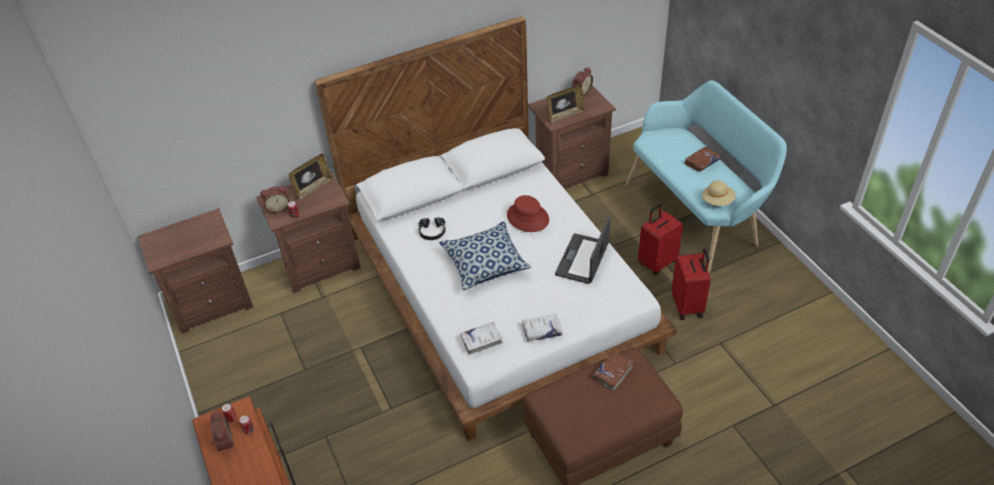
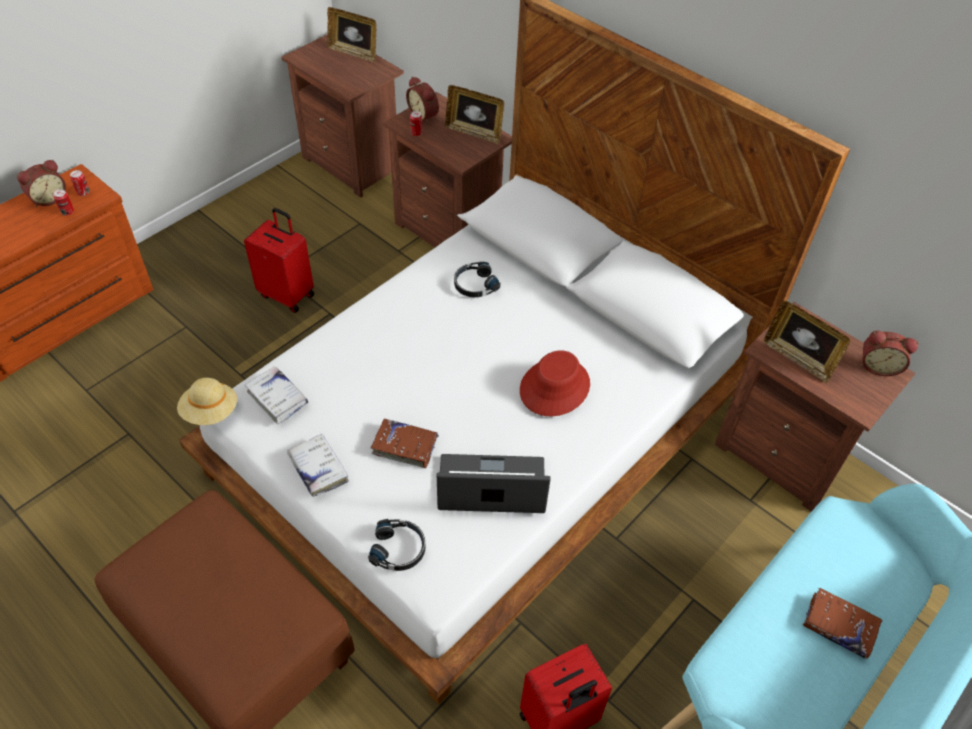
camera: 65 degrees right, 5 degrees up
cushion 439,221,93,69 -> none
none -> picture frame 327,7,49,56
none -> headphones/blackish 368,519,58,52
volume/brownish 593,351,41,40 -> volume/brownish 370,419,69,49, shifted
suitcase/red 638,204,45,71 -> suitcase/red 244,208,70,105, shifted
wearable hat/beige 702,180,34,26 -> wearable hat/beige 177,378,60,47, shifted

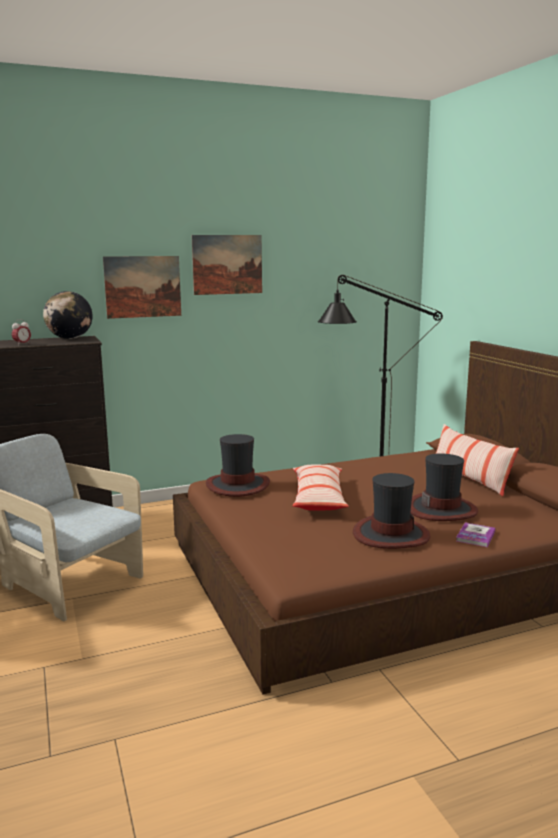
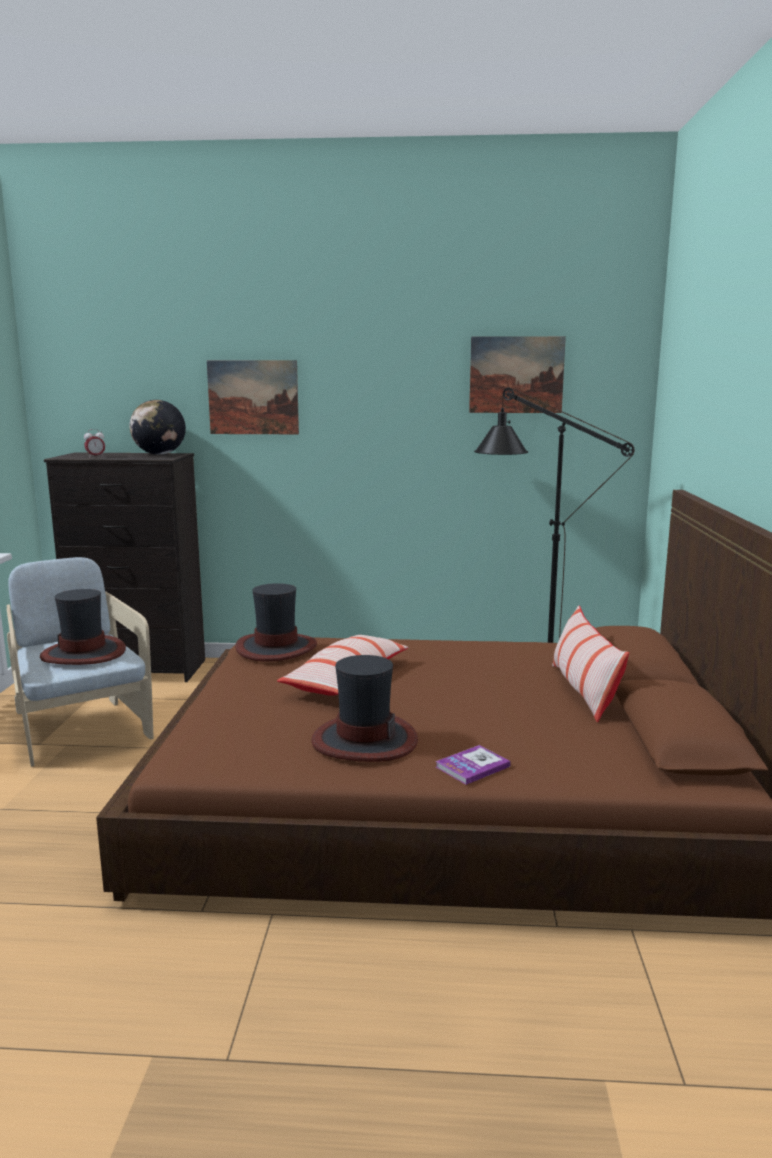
camera: 25 degrees right, 0 degrees up
wall art 192,235,70,60 -> wall art 469,336,97,77, shifted
wearable hat 411,453,67,68 -> wearable hat 40,589,86,76, shifted

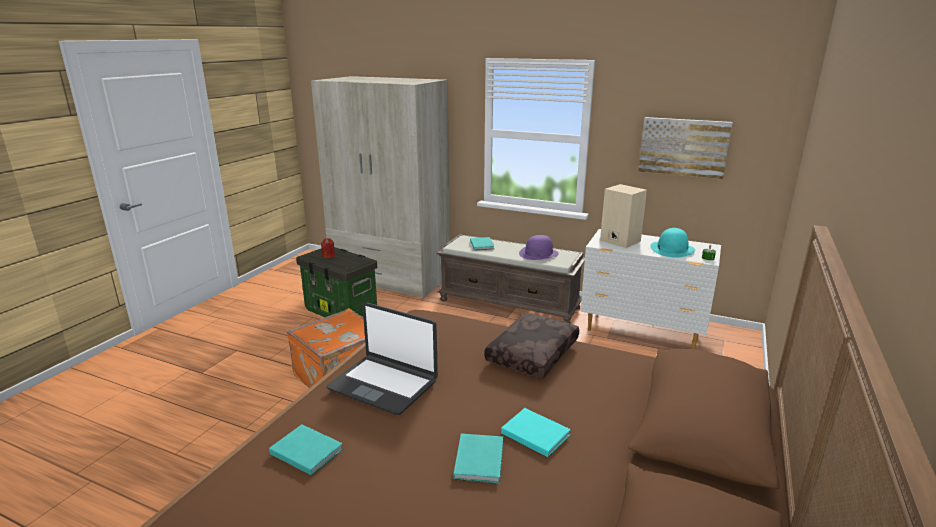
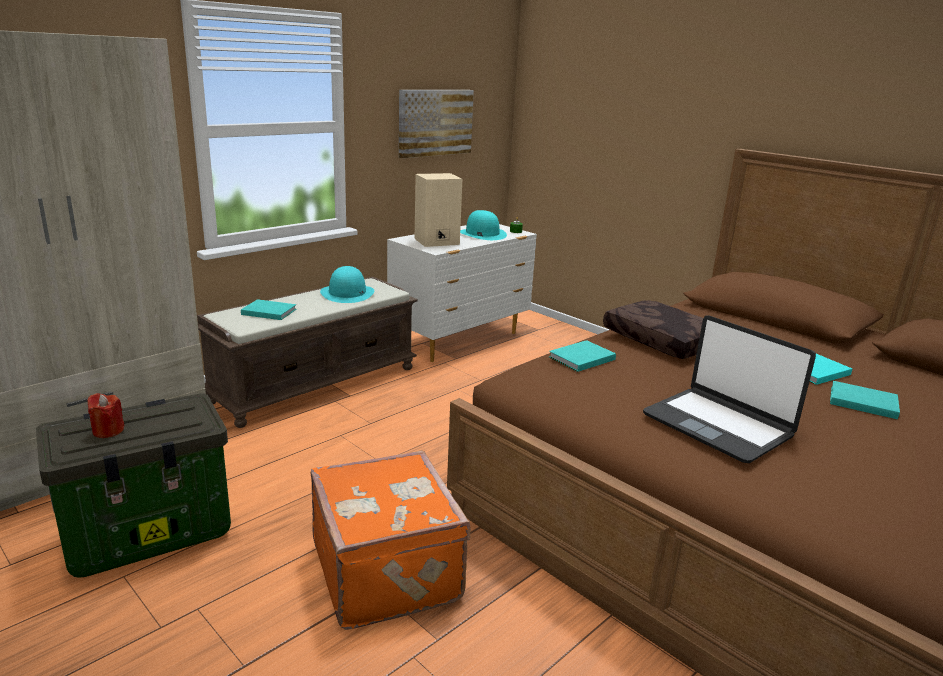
camera: 70 degrees left, 0 degrees up
volume/turquoise 269,424,74,52 -> volume/turquoise 549,340,67,32, shifted
wearable hat/purple-coloured 519,235,40,25 -> wearable hat/turquoise 320,266,54,37
notebook computer 326,303,112,112 -> notebook computer 643,315,173,148, 90 degrees clockwise

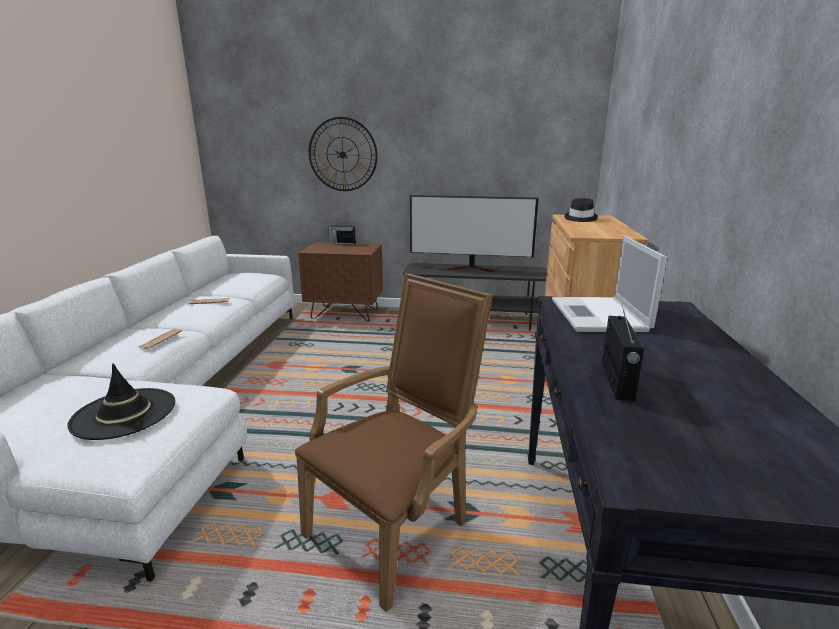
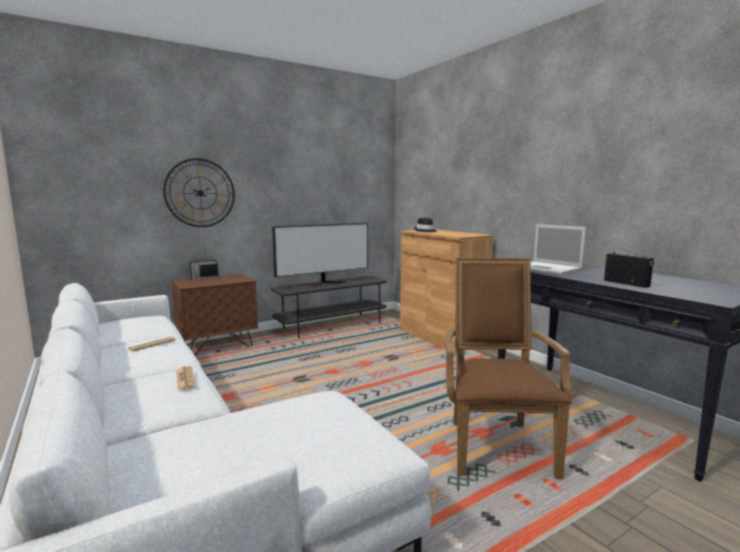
camera: 40 degrees left, 10 degrees down
wearable hat/blackish 67,363,108,77 -> none

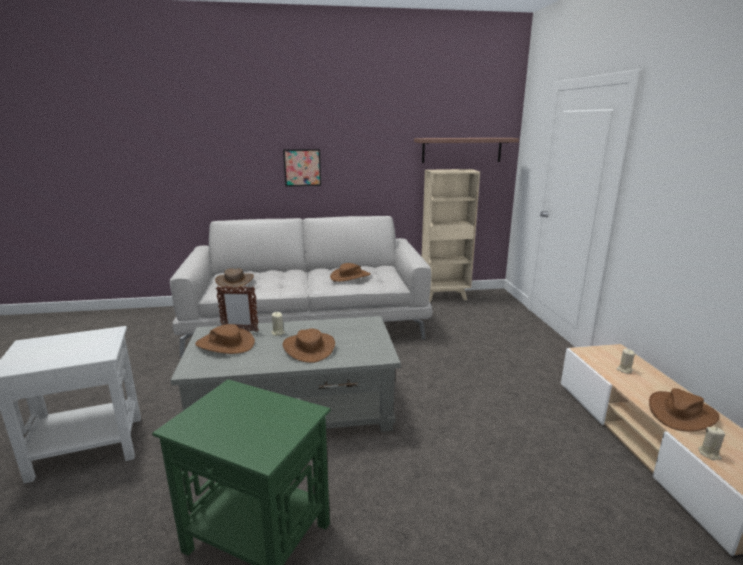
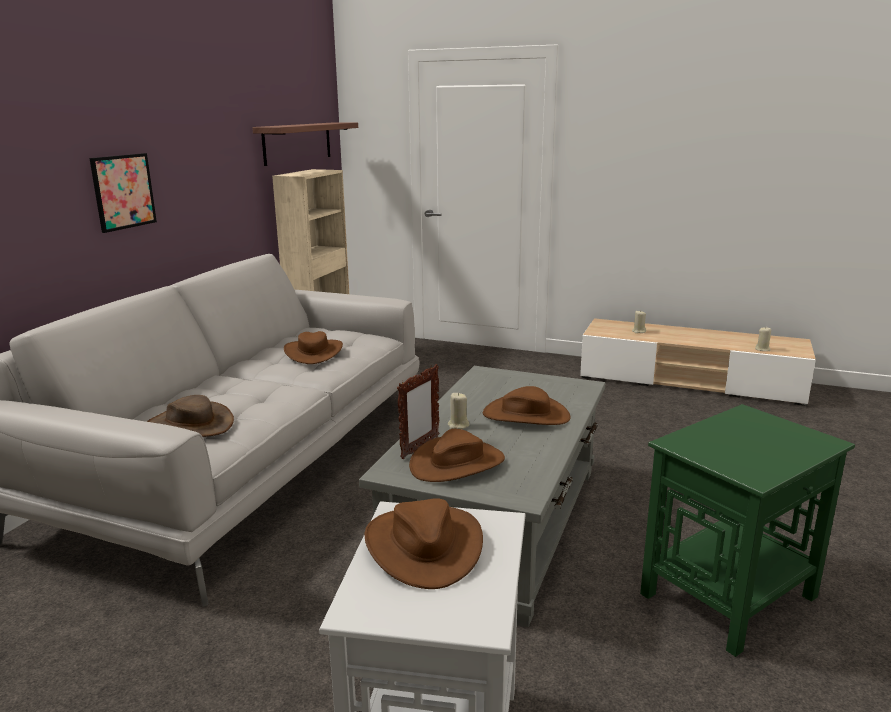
camera: 60 degrees left, 0 degrees up
wearable hat/brownish 649,388,71,44 -> wearable hat/brownish 365,498,118,91, shifted

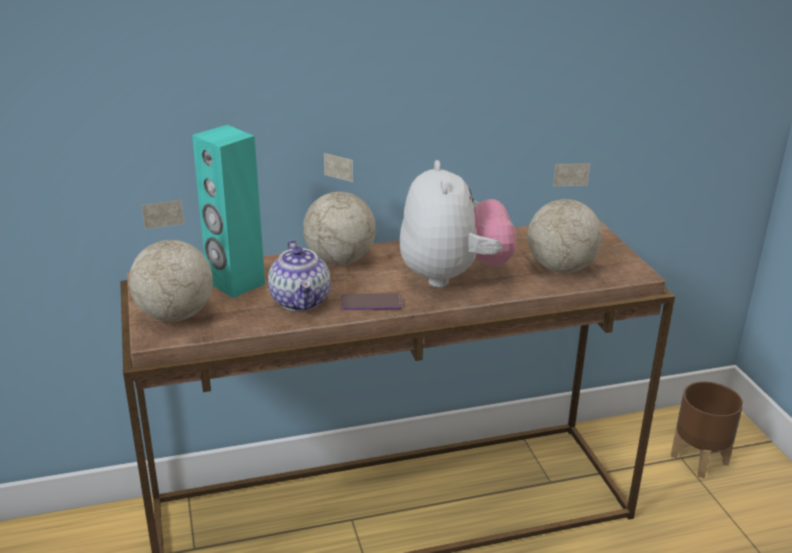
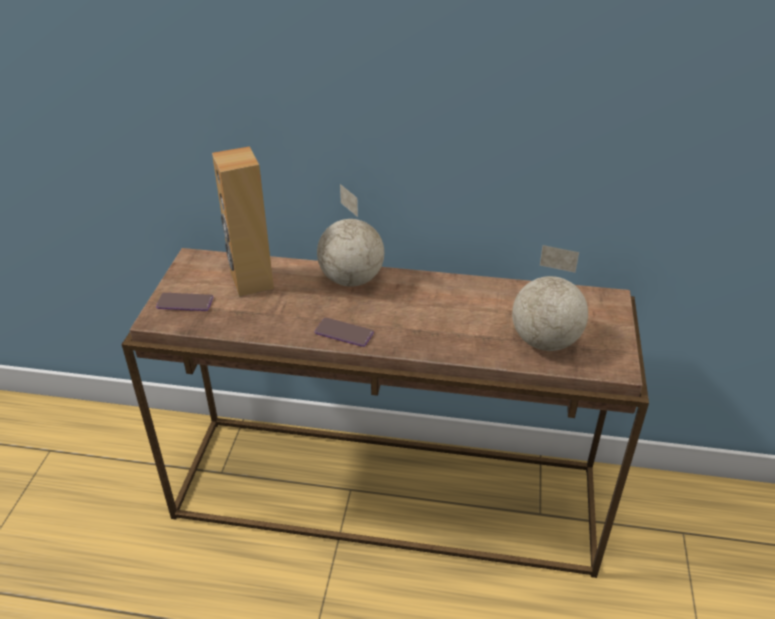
camera: 25 degrees right, 10 degrees up
tea pot 268,240,63,71 -> none
cuddly toy 399,160,117,128 -> none
planter/brownish 671,382,72,96 -> none
world globe 129,200,84,122 -> phone 156,293,57,18
speaker/turquoise 192,125,73,173 -> speaker/brownish 212,146,62,151

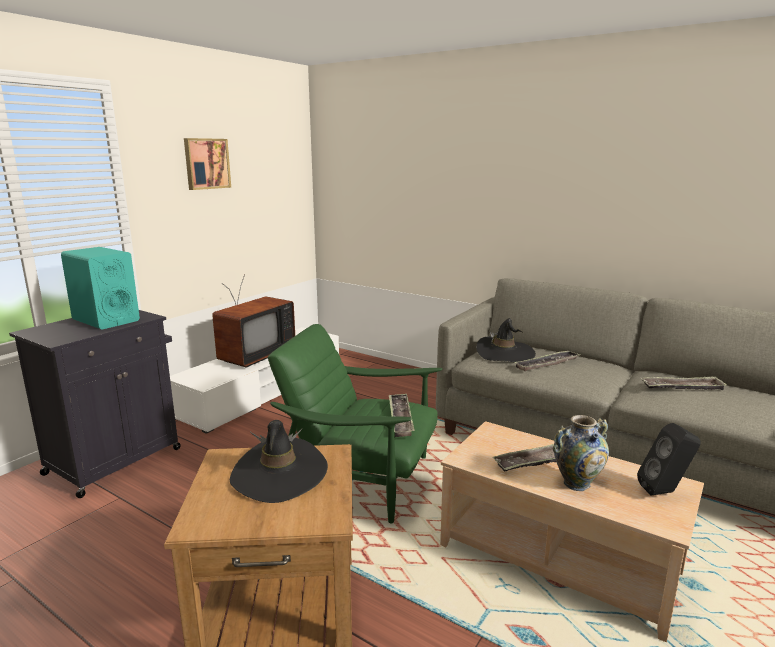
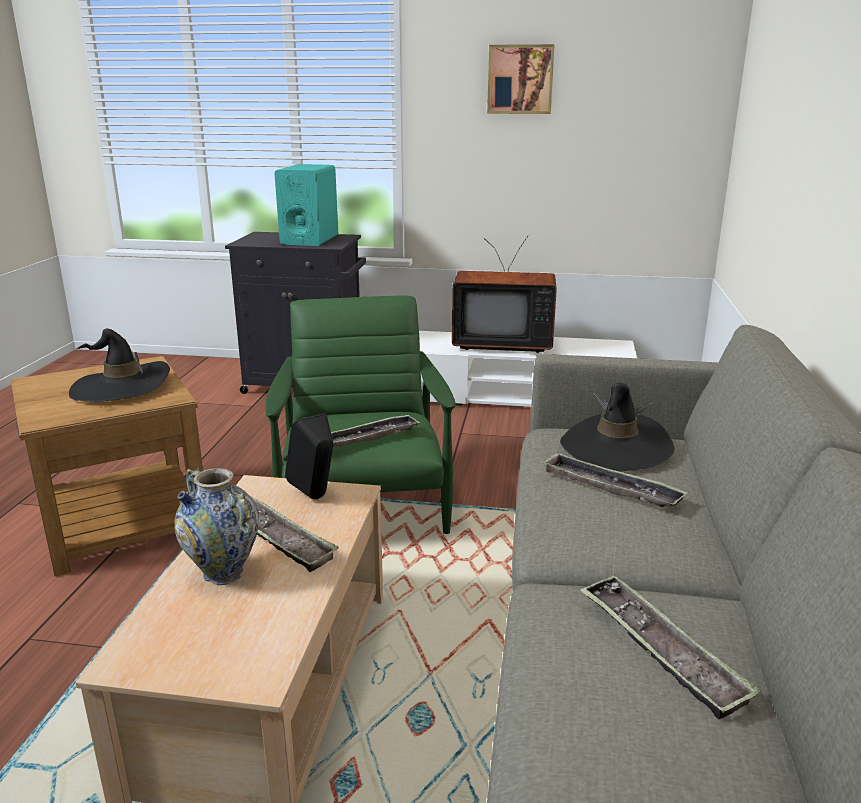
camera: 65 degrees right, 5 degrees up
speaker/blackish 637,423,64,73 -> speaker/blackish 285,413,48,87, shifted

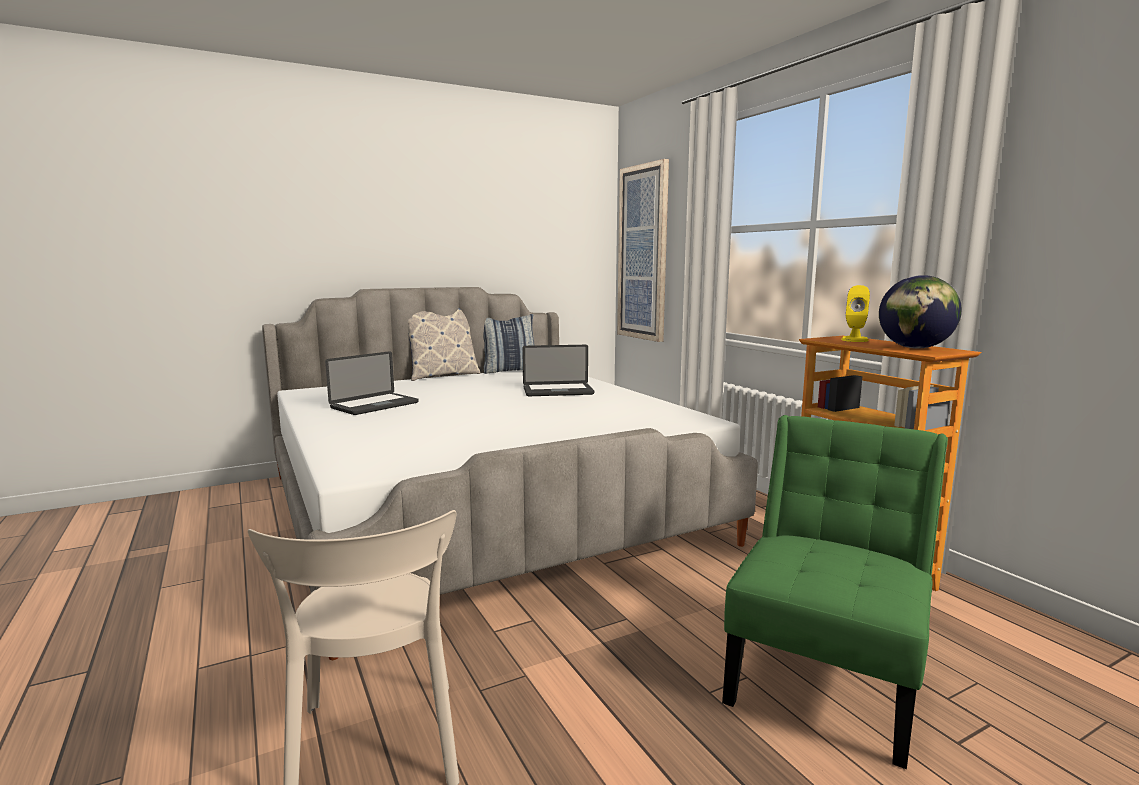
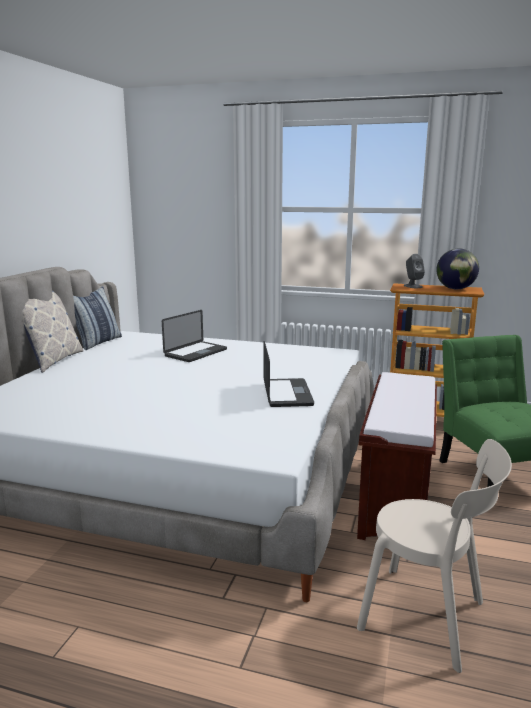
camera: 45 degrees left, 5 degrees up
wall art 617,159,52,183 -> none
none -> bench/brownish 357,372,80,168
notebook computer 325,351,94,64 -> notebook computer 263,341,51,66, shifted
speaker/yellow 841,285,29,57 -> speaker/greyish 404,254,21,34

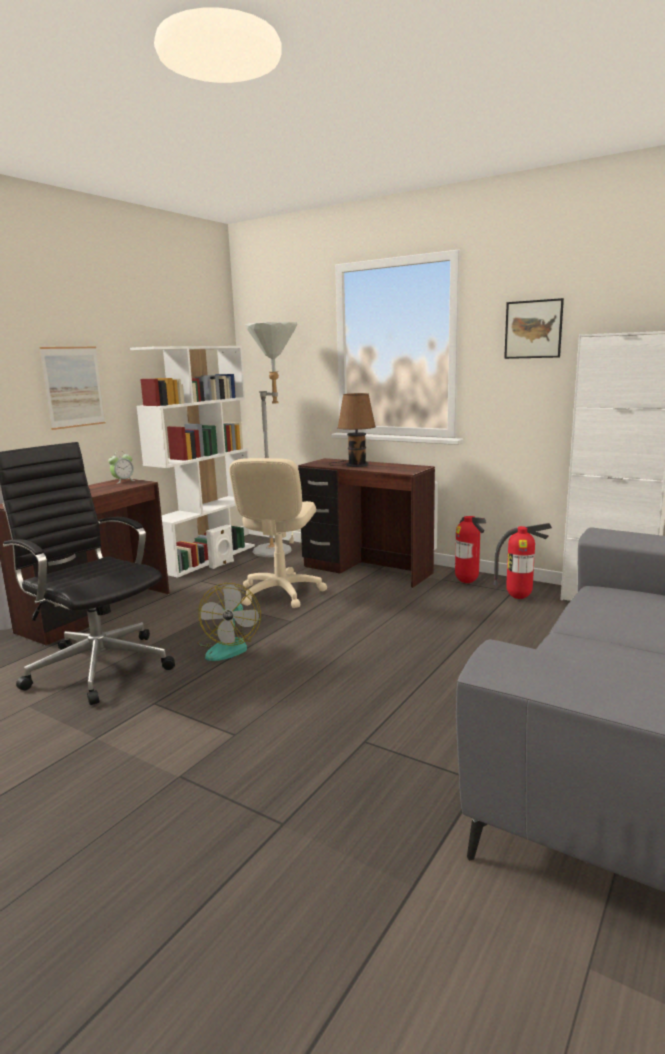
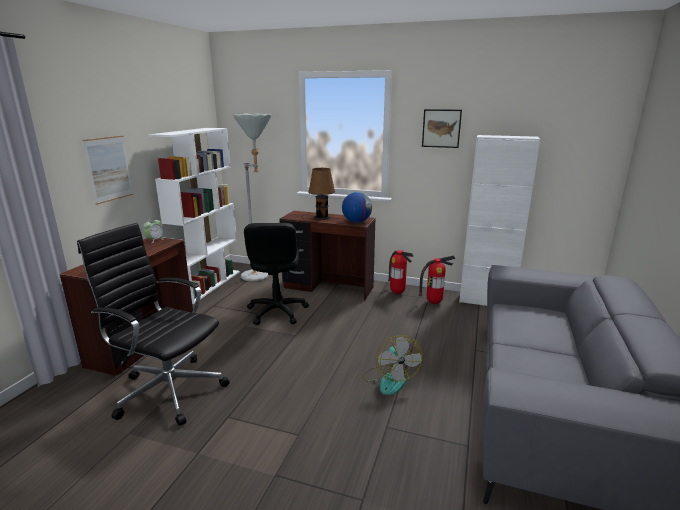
camera: 15 degrees left, 5 degrees up
speaker/white-coloured 206,525,28,44 -> none
none -> world globe 342,192,30,31
fan 197,583,64,78 -> fan 362,335,60,60, shifted
desk chair/beige 229,458,98,150 -> desk chair/blackish 244,223,65,102

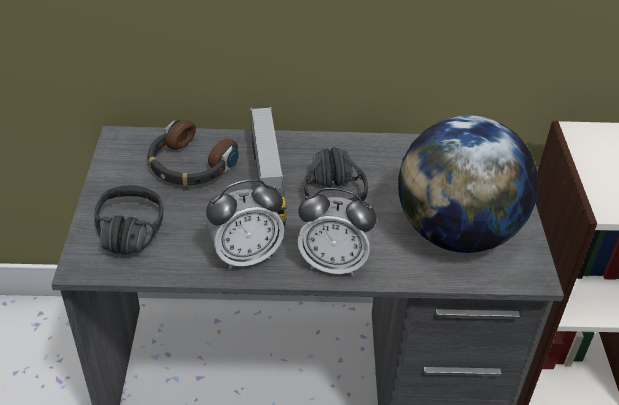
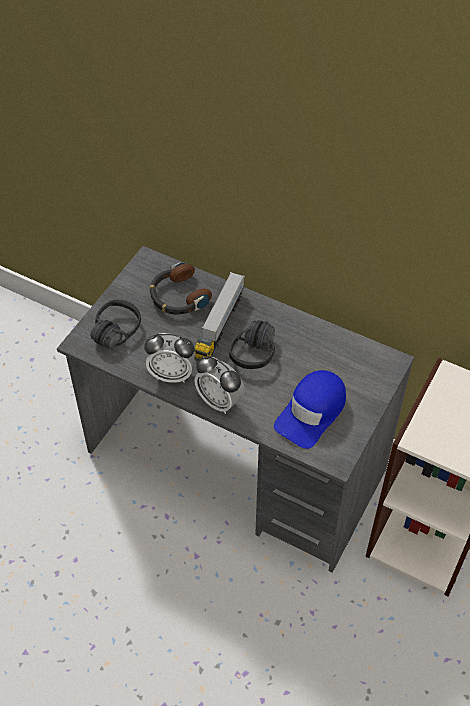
camera: 30 degrees right, 10 degrees up
world globe 398,115,140,138 -> baseball cap/blue 274,370,72,79

